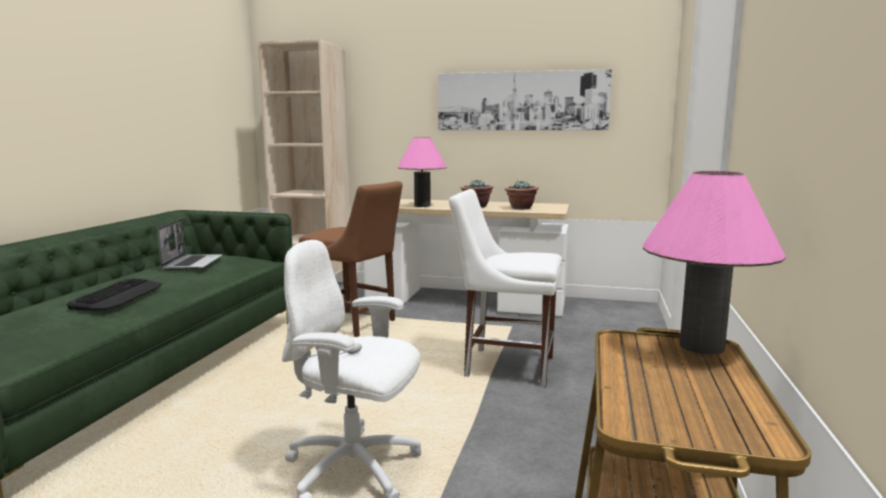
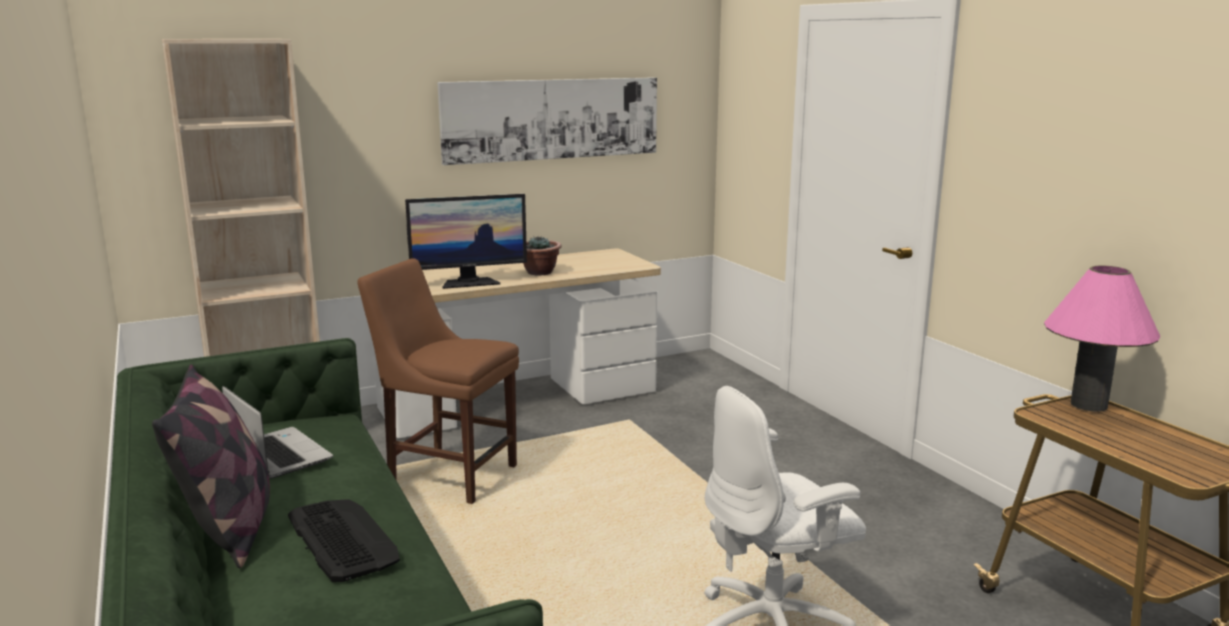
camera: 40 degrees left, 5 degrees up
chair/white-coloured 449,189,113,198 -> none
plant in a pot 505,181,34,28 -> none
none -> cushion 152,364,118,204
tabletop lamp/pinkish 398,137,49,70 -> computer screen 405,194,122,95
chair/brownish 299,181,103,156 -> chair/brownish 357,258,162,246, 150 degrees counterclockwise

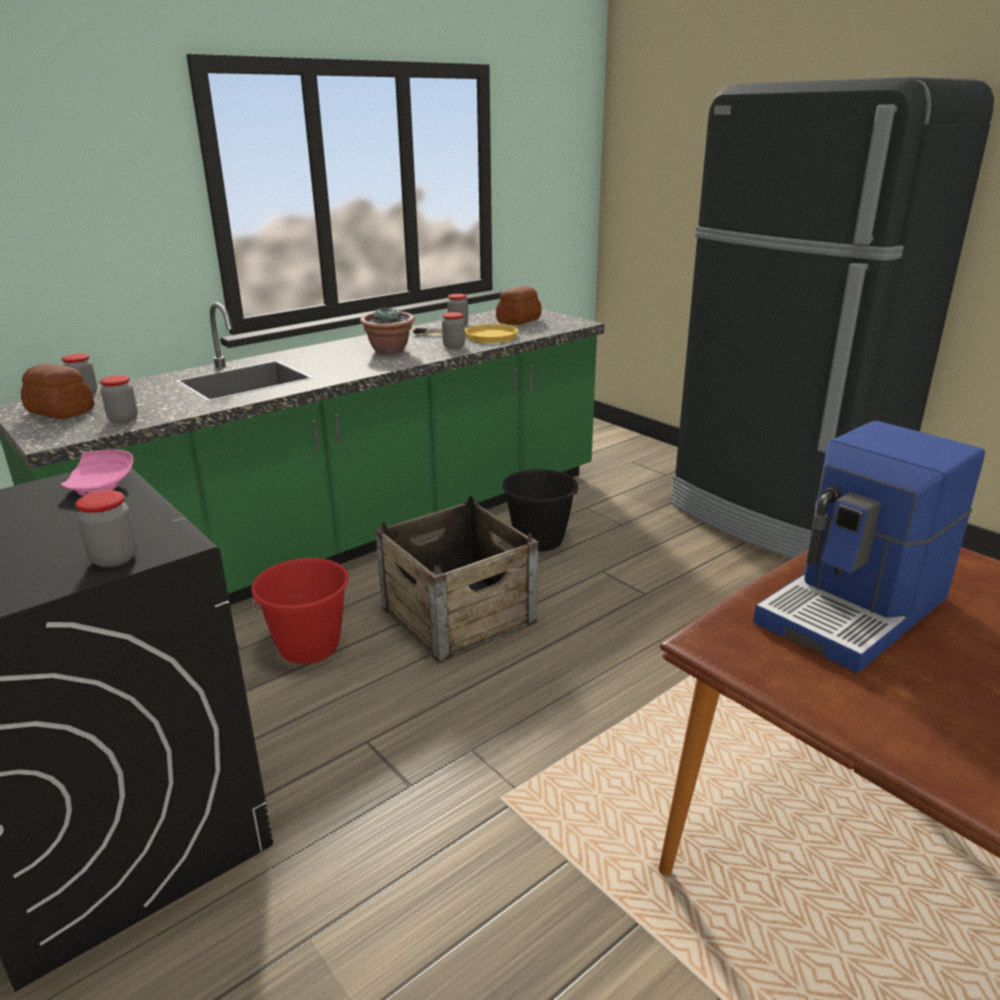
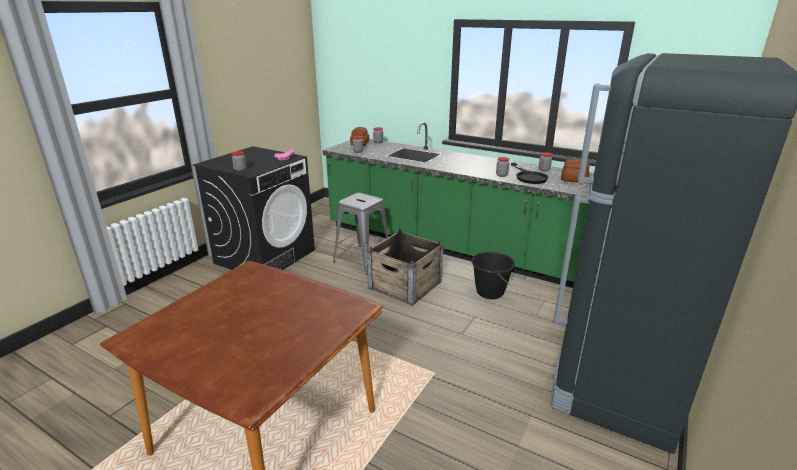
camera: 70 degrees right, 0 degrees up
plant in a pot 360,306,55,49 -> none
coffee machine 753,421,232,252 -> none
pail/red 251,558,98,106 -> sitting stool/greyish 333,193,57,81
pan/yellow 413,324,105,19 -> pan/blackish 511,163,37,21

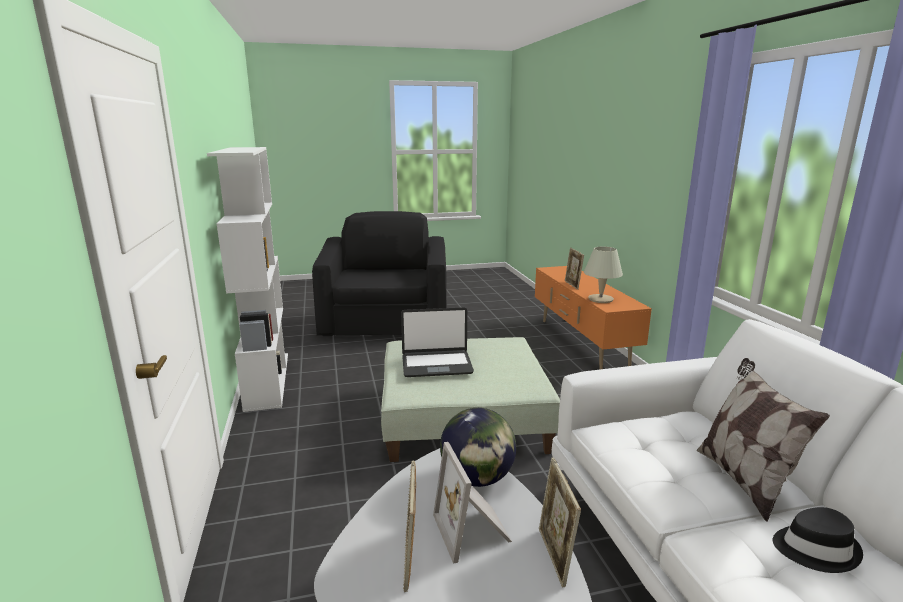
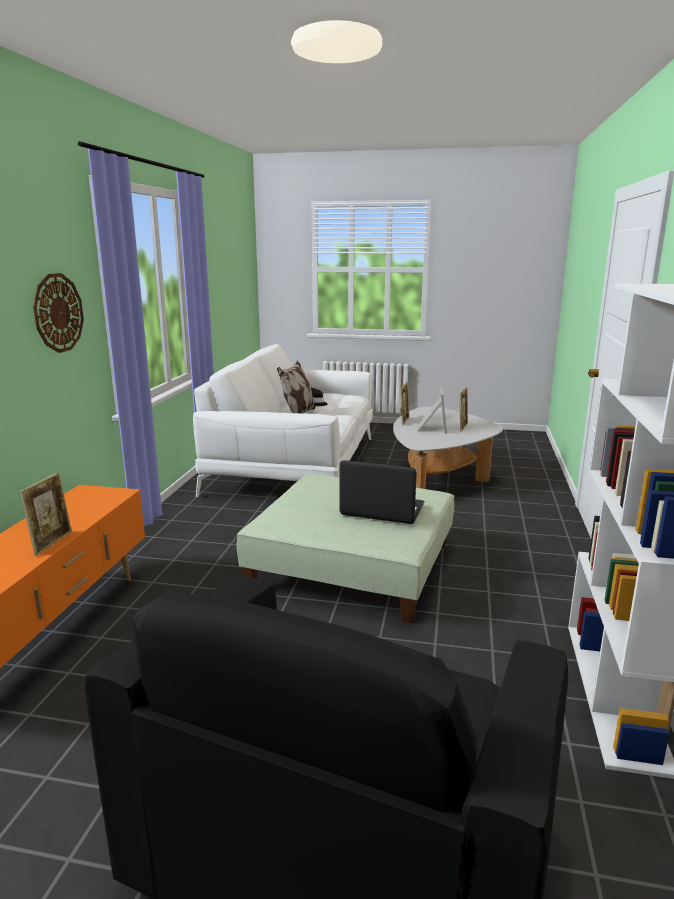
camera: 155 degrees left, 0 degrees up
world globe 440,408,76,79 -> none
tabletop lamp/beige 584,247,39,56 -> none
none -> wall clock 33,273,51,80

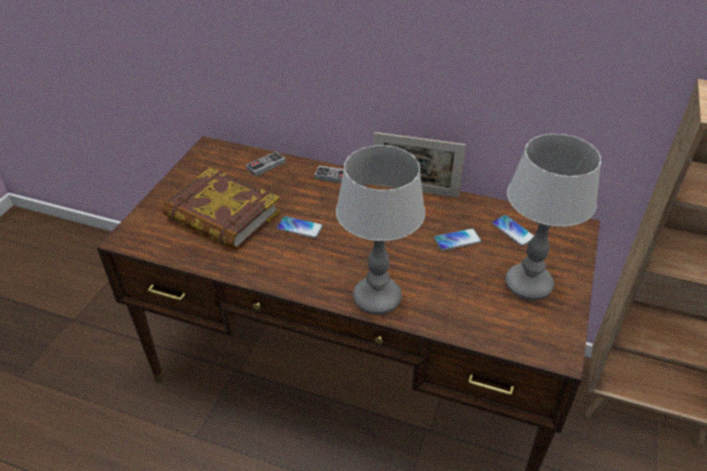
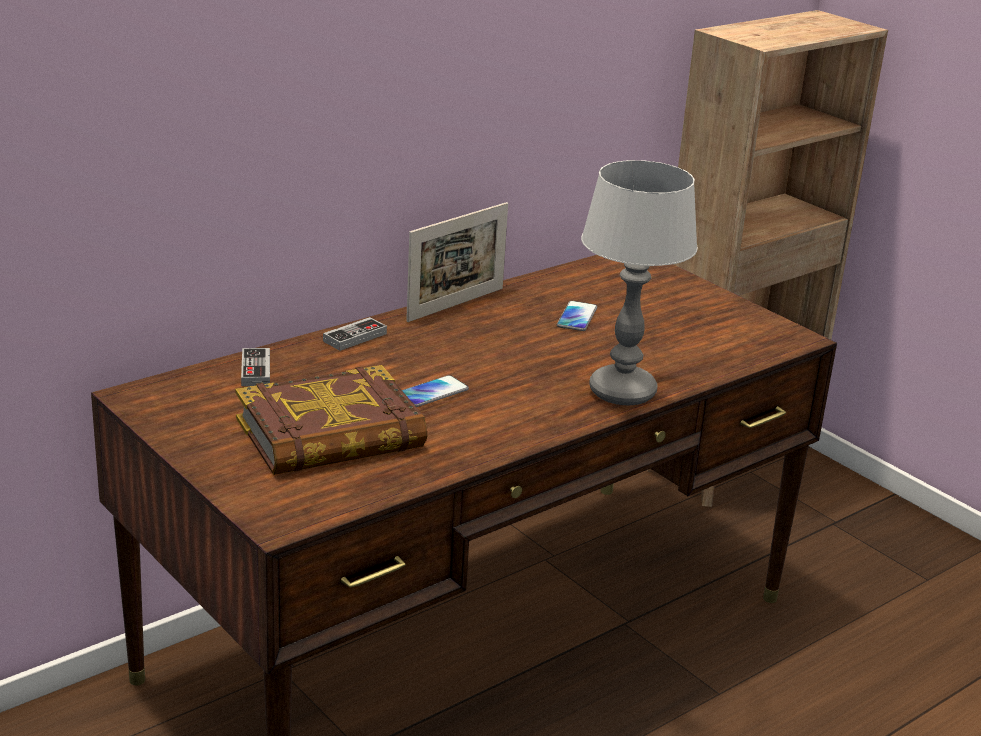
camera: 60 degrees left, 15 degrees down
phone 491,215,43,32 -> none
tabletop lamp 505,134,96,166 -> none

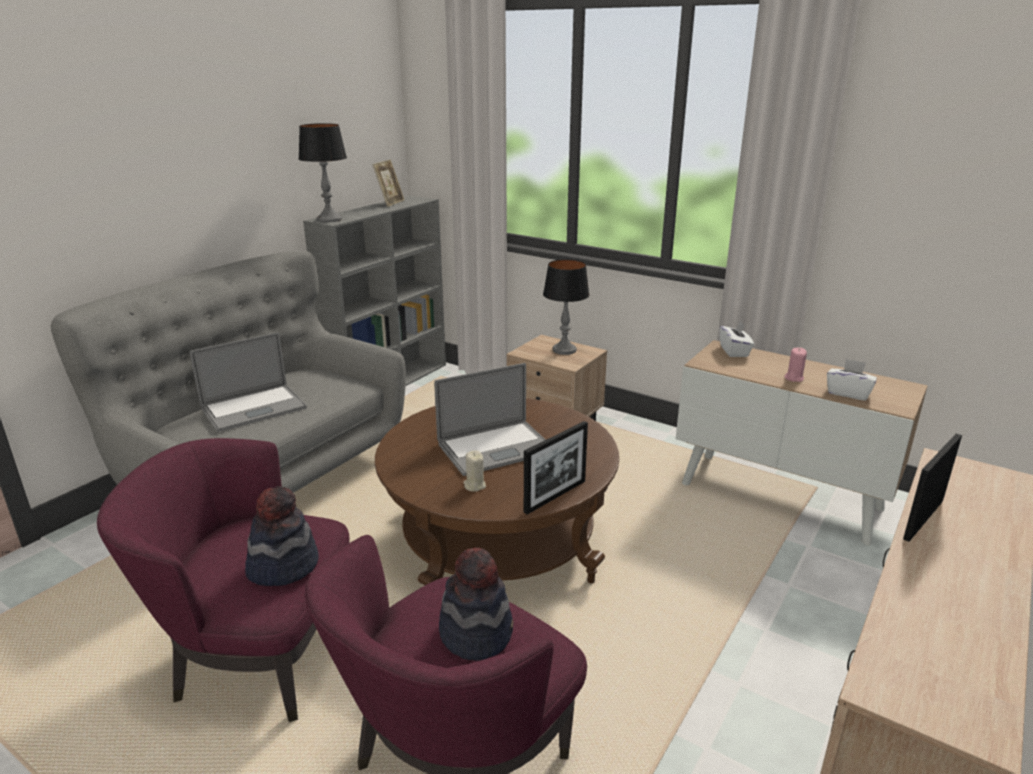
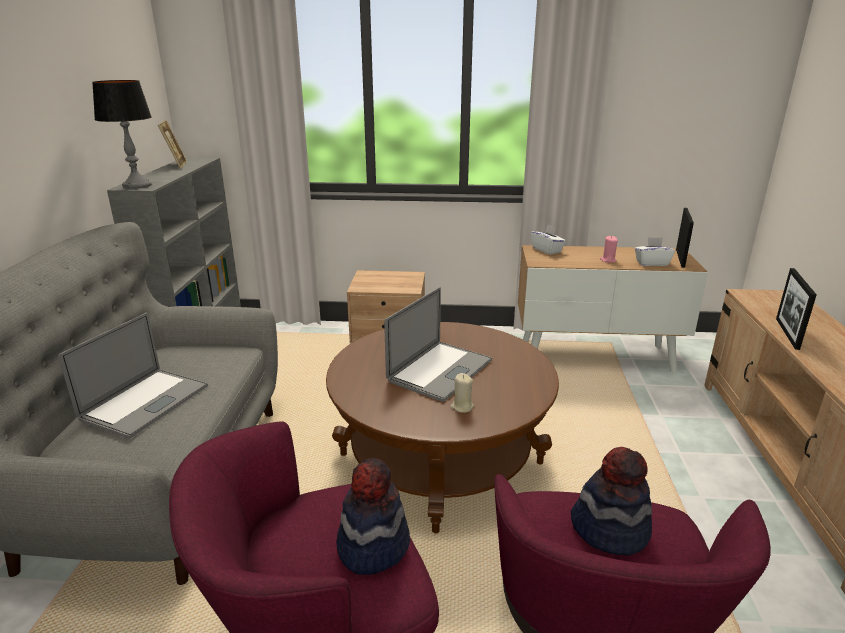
camera: 30 degrees left, 0 degrees up
tabletop lamp 543,259,46,96 -> none
picture frame 524,421,64,94 -> picture frame 676,208,18,60, shifted

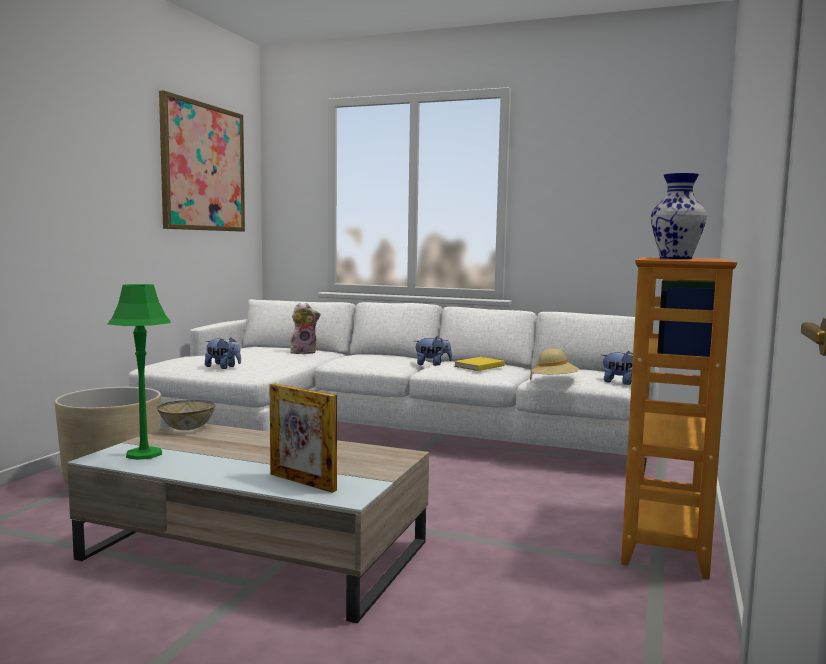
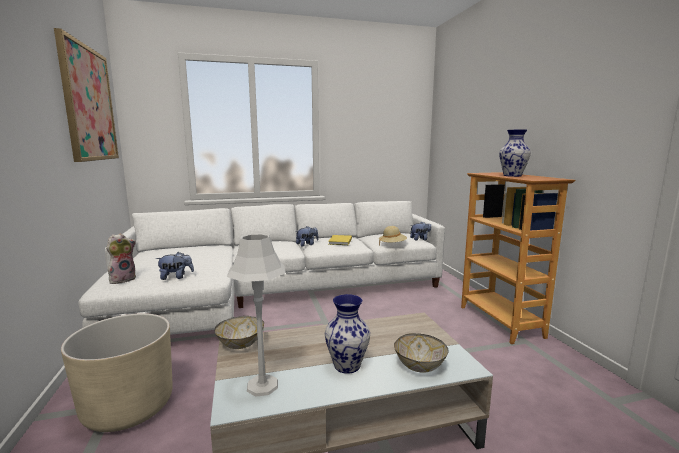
camera: 35 degrees left, 5 degrees up
none -> vase 325,294,45,80
cuddly toy 290,303,31,51 -> cuddly toy 106,233,30,51, shifted
picture frame 269,383,68,110 -> serving bowl 394,333,55,40
tabletop lamp/green-coloured 107,284,64,176 -> tabletop lamp/greyish 227,233,58,164

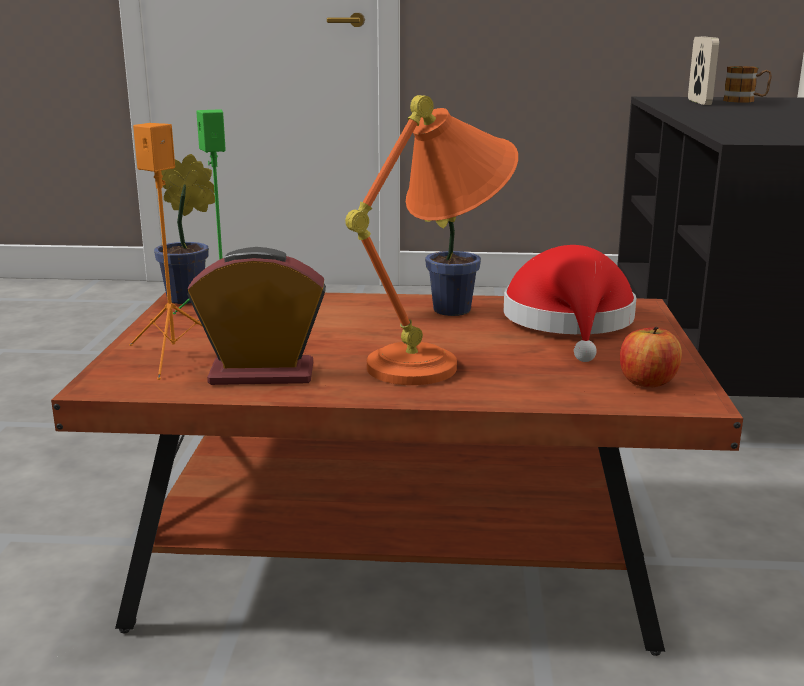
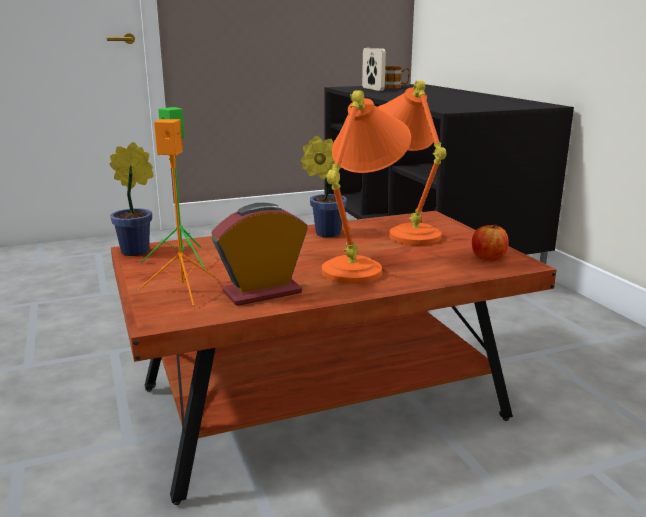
camera: 25 degrees left, 0 degrees up
wearable hat/red 504,245,132,117 -> tabletop lamp/orange 378,81,68,164

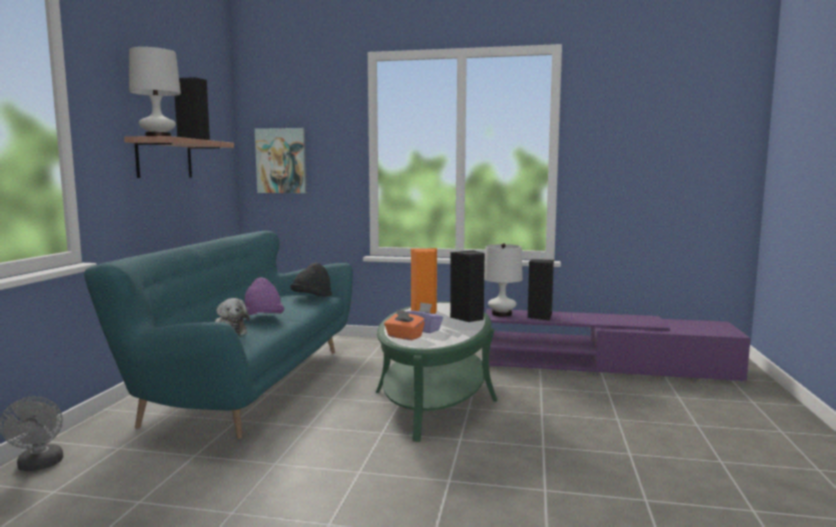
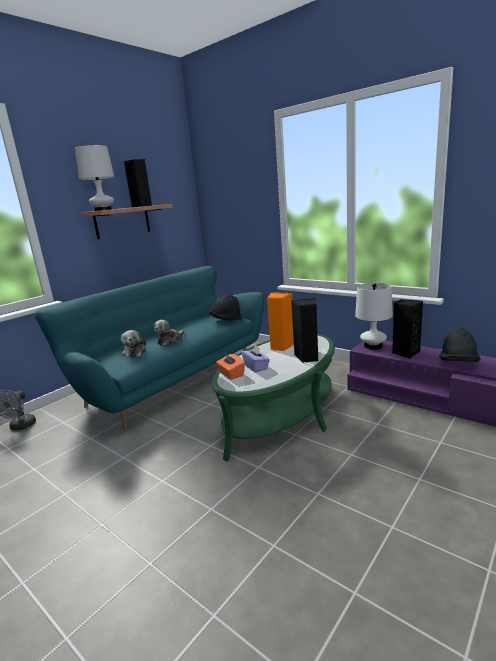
camera: 30 degrees right, 10 degrees up
wall art 255,128,52,65 -> none
none -> wearable hat/blackish 439,327,42,35
wearable hat/purple-coloured 244,277,40,38 -> cuddly toy 154,320,31,26

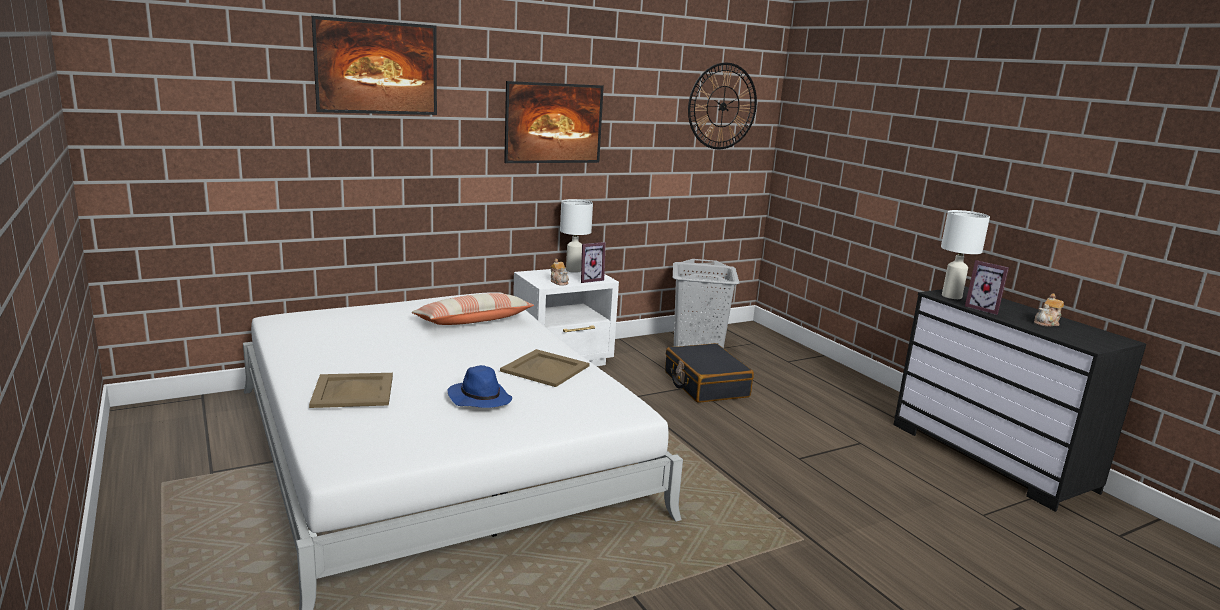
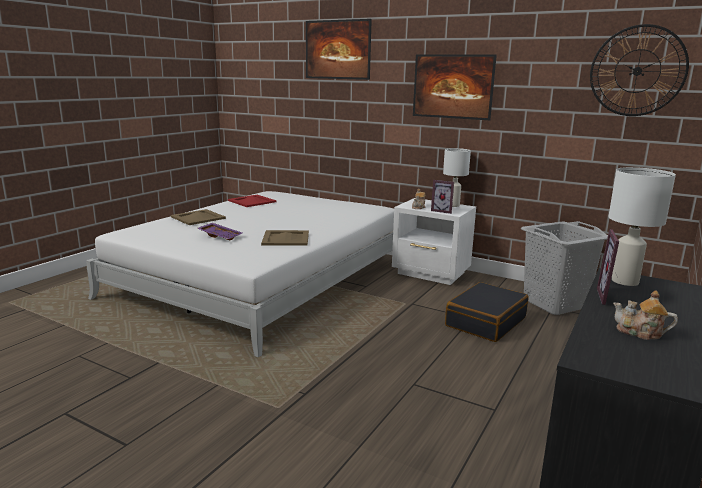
camera: 60 degrees right, 0 degrees up
cushion 411,293,123,32 -> none
none -> carrying tray/red 228,195,48,12
wearable hat/blue 447,365,65,43 -> carrying tray/purple-coloured 197,223,45,17

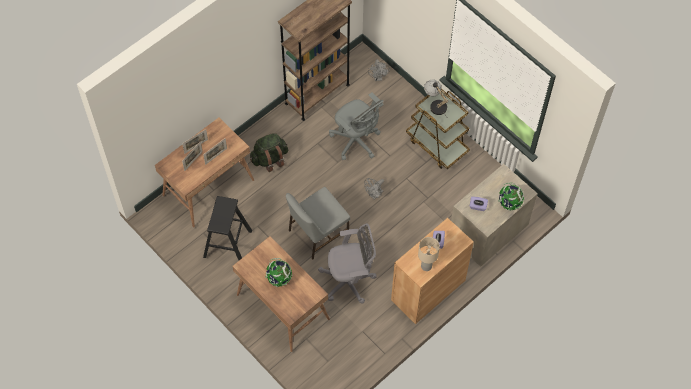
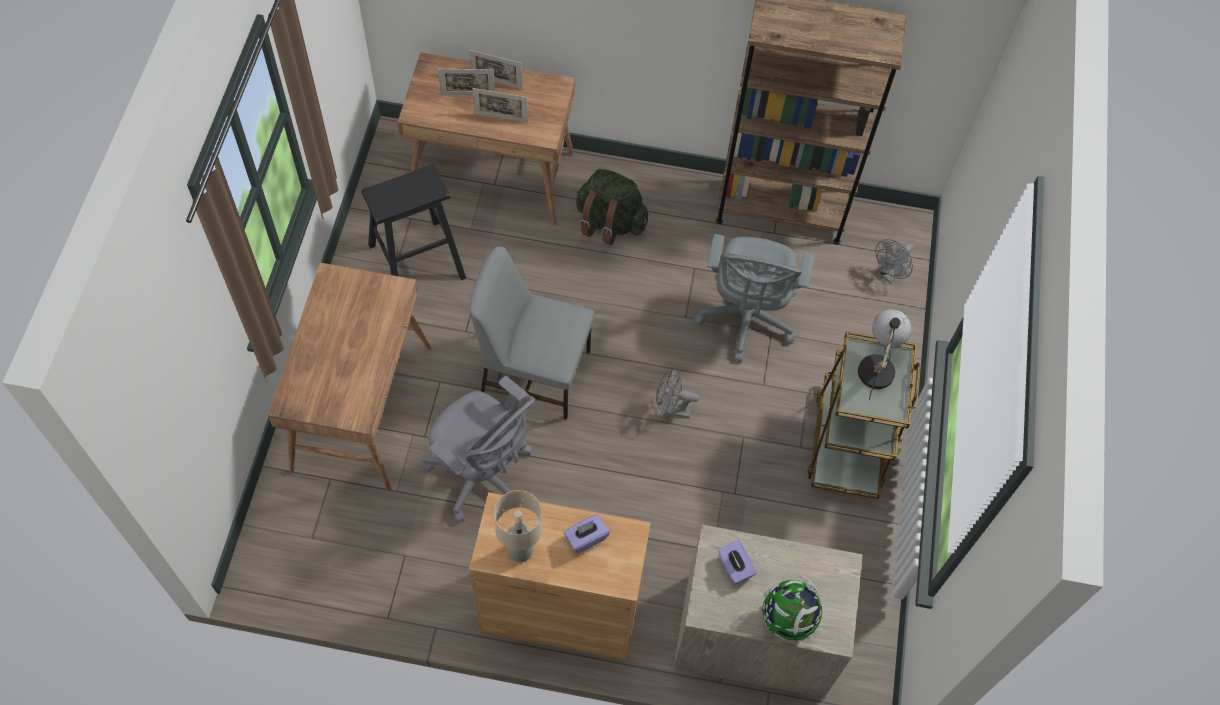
camera: 50 degrees right, 0 degrees up
world globe 265,258,28,29 -> none

